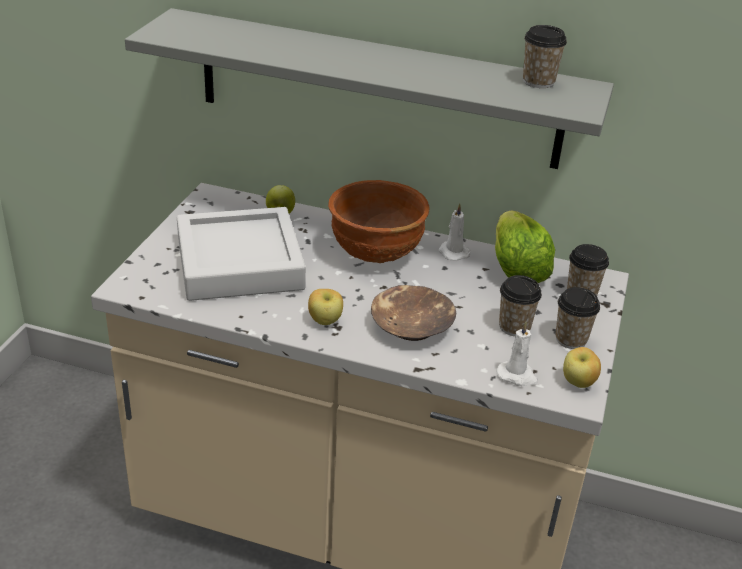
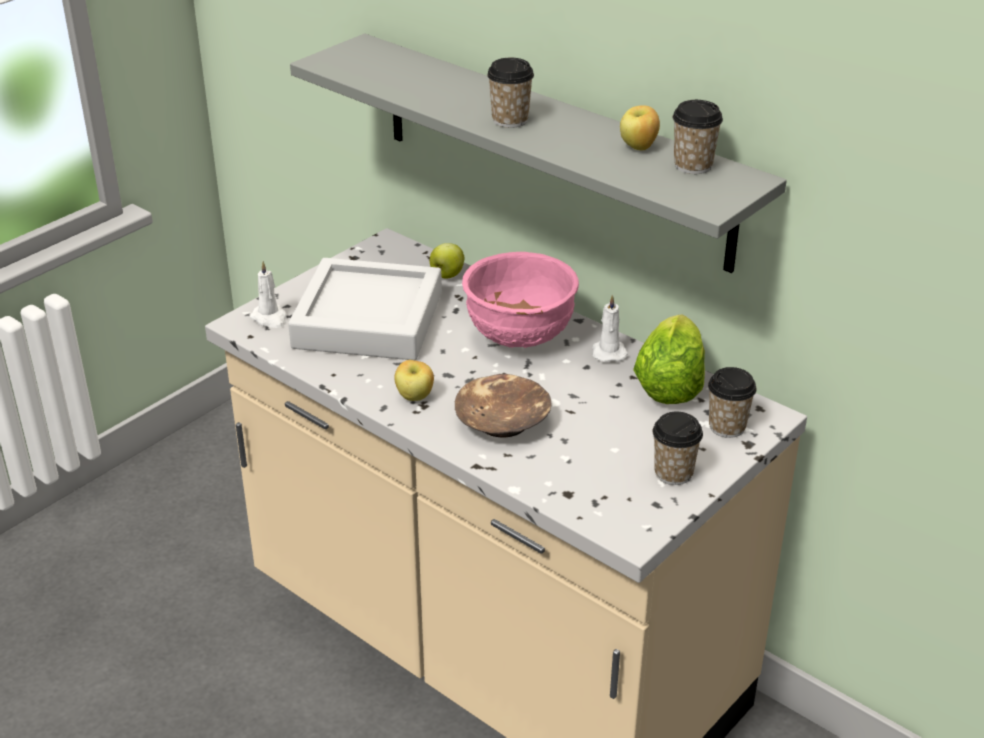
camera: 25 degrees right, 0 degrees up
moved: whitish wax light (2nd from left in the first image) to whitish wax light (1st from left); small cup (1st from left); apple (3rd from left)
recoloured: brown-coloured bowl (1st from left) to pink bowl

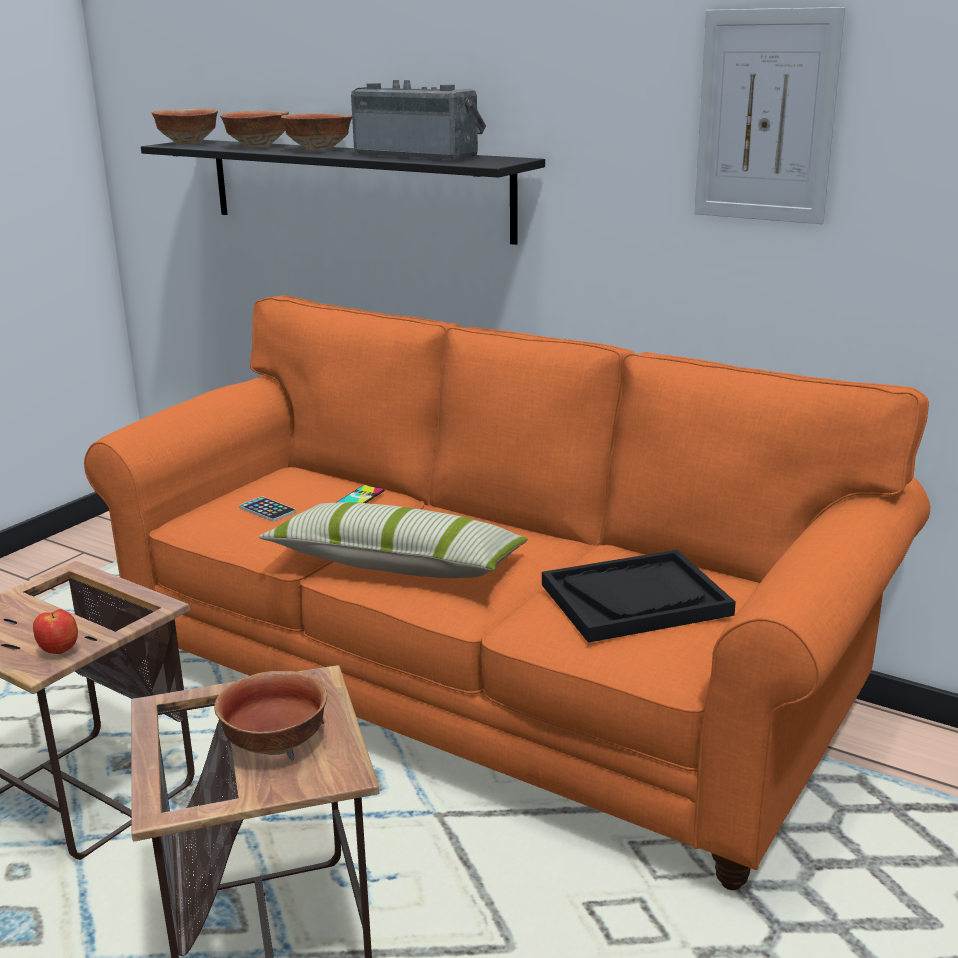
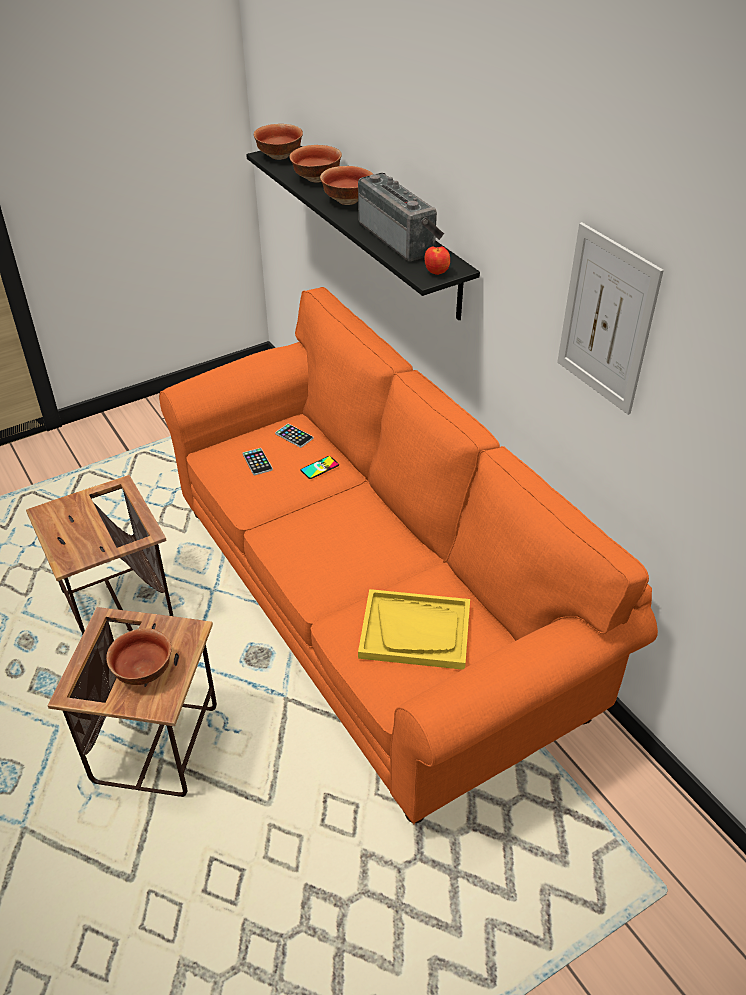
camera: 25 degrees right, 20 degrees up
removed: pillow
added: phone (2nd from left)
moved: apple
recoloured: black-coloured tray to yellow tray

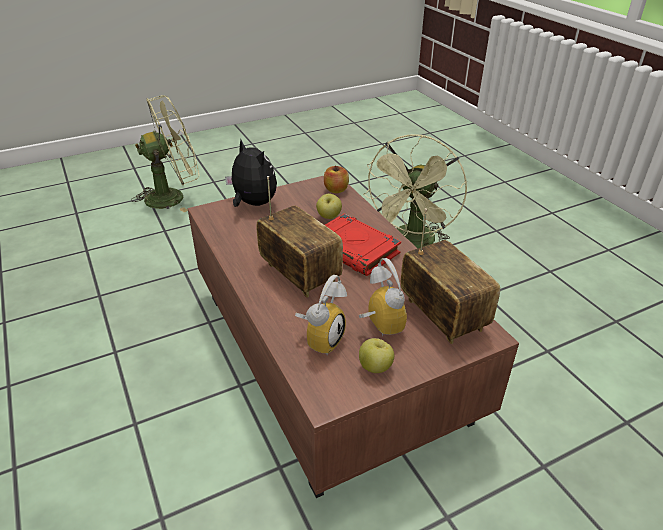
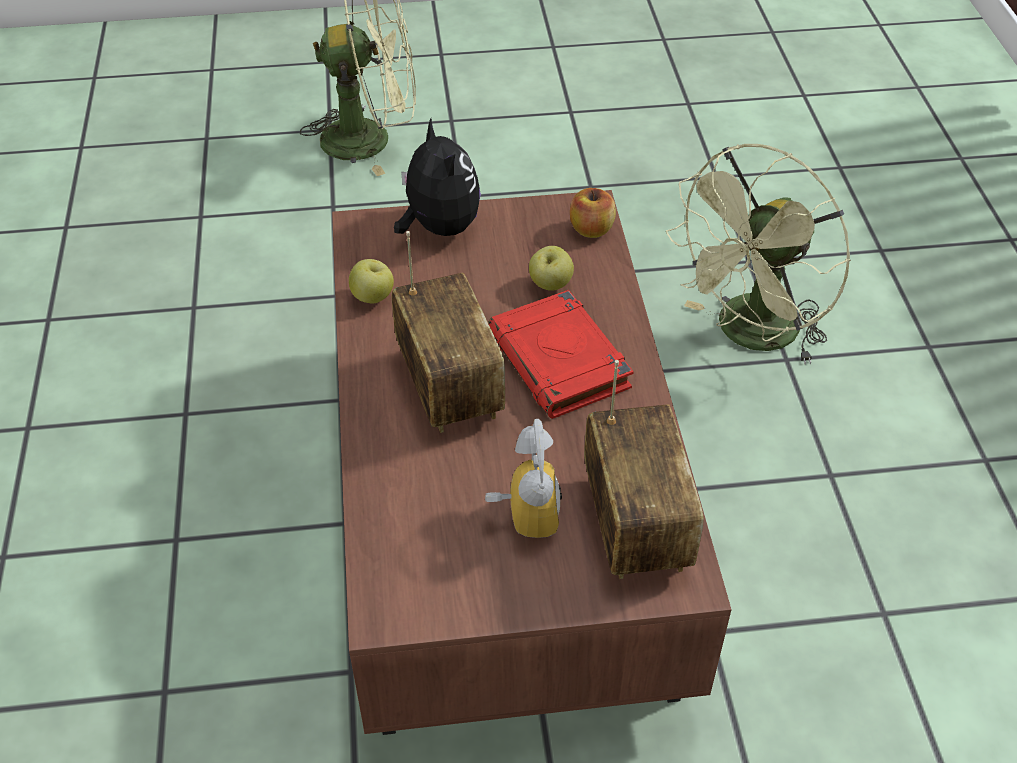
camera: 20 degrees right, 10 degrees up
removed: alarm clock (1st from left)
moved: apple (3rd from left in the first image) to apple (1st from left)

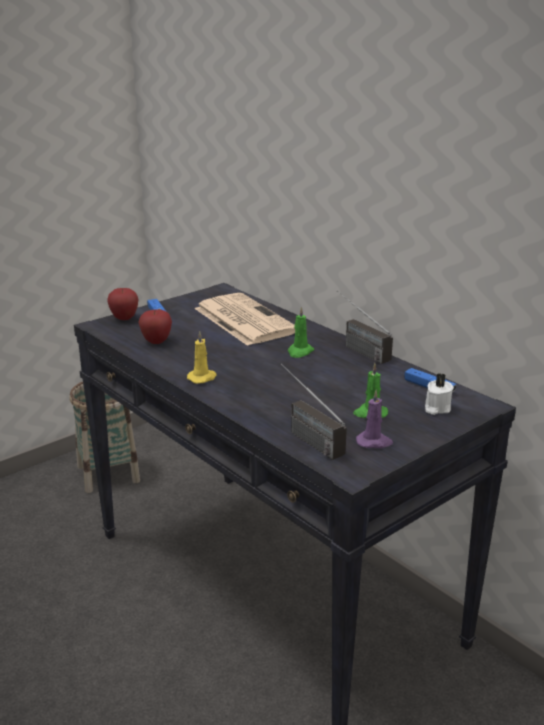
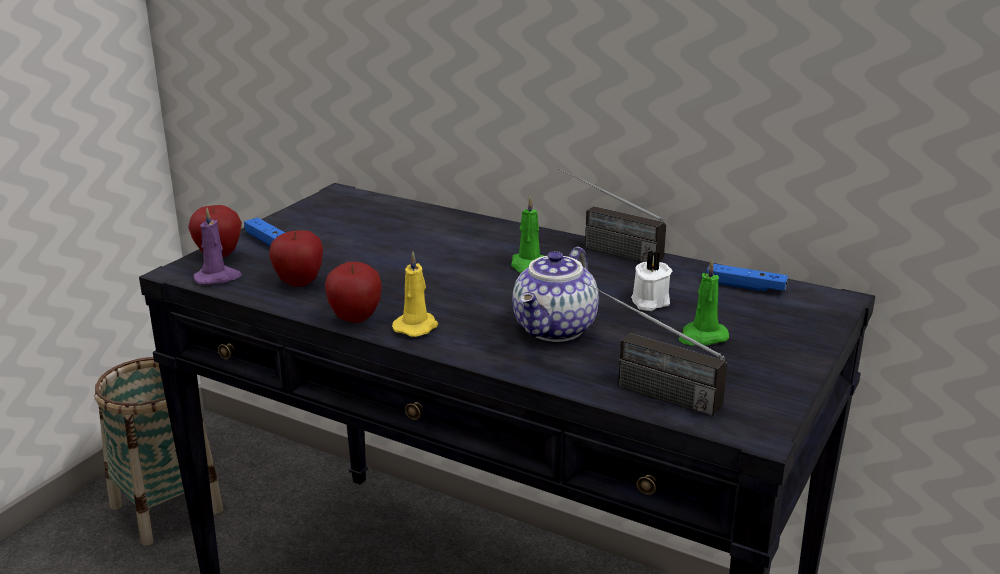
camera: 20 degrees left, 0 degrees up
removed: newspaper
added: apple (3rd from left); pot for tea
moved: purple wax light; whitish wax light

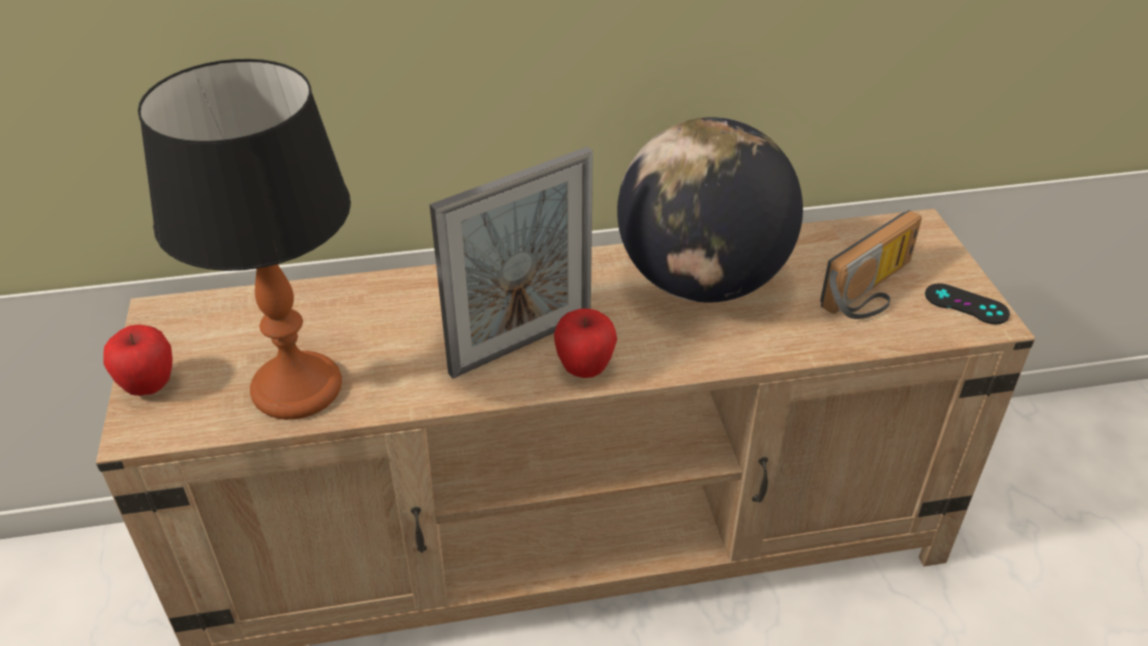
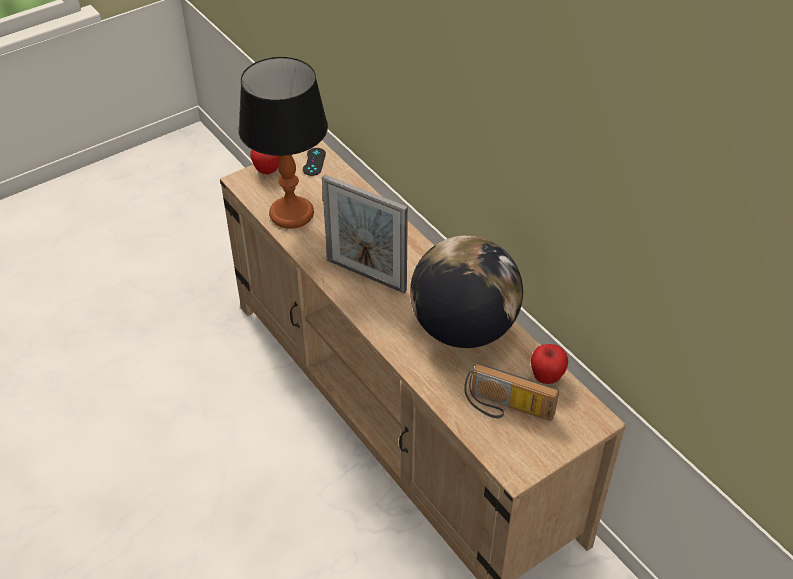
camera: 65 degrees right, 5 degrees up
moved: apple (2nd from left); black-coloured gamepad

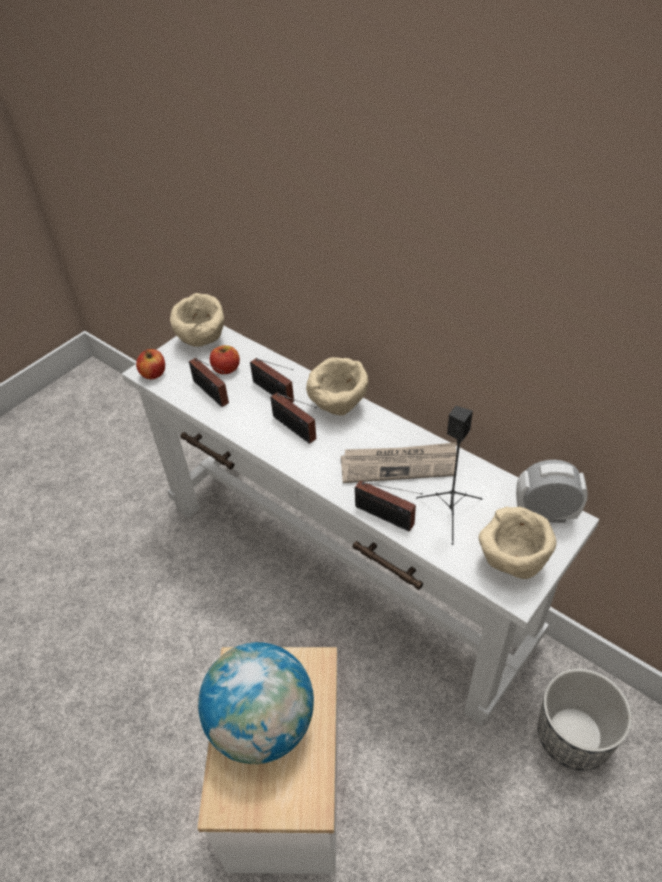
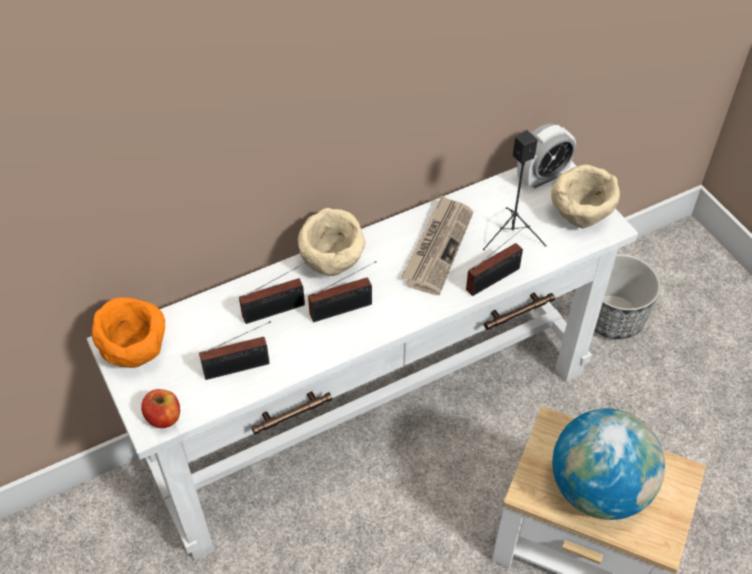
camera: 70 degrees left, 5 degrees up
removed: apple (2nd from left)
recoloured: beige-coloured bowl (1st from left) to orange-coloured bowl
turned: alarm clock 150 degrees counterclockwise

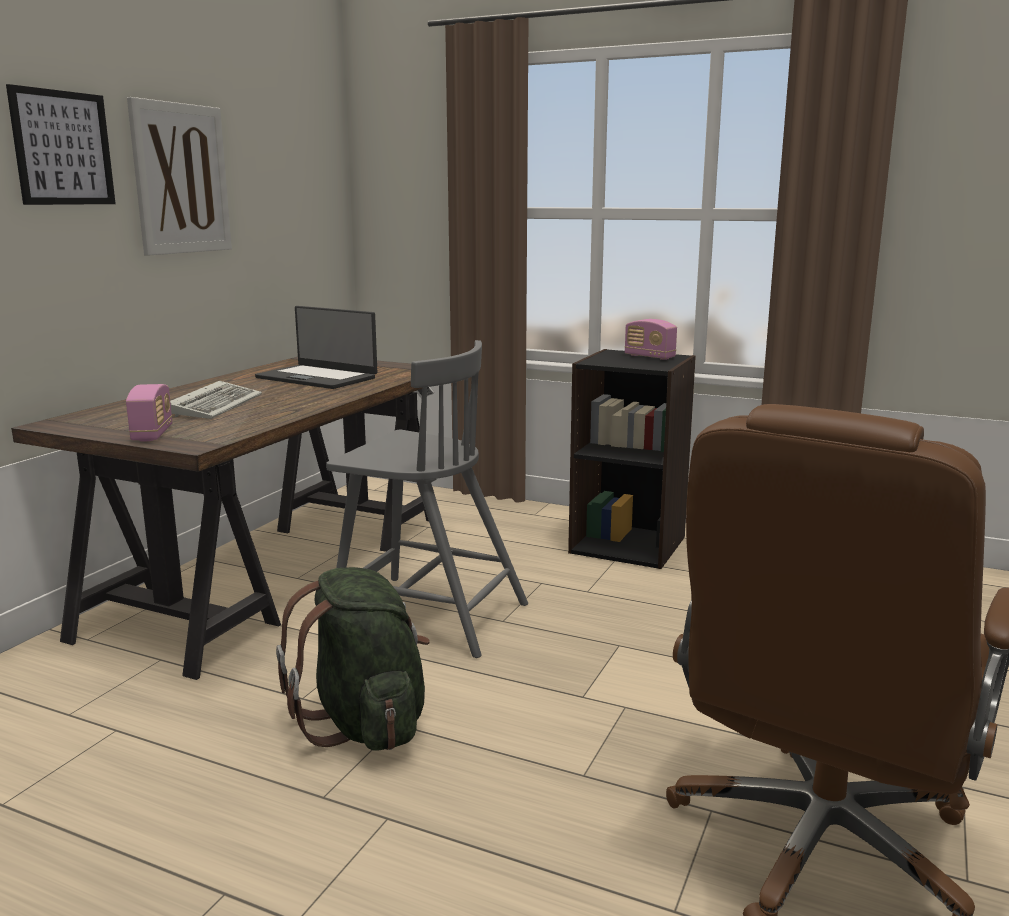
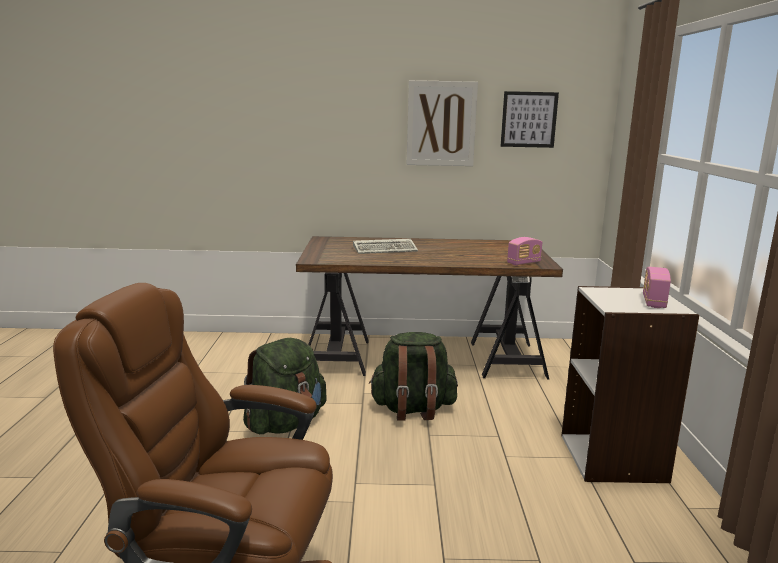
camera: 65 degrees right, 0 degrees up
removed: notebook computer
moved: wall picture (1st from left in the first image) to wall picture (2nd from left); radio receiver (1st from left)
replaced: grey plain chair to green-coloured backpack (2nd from left)
recoloured: black-coloured shelving unit to whitish shelving unit

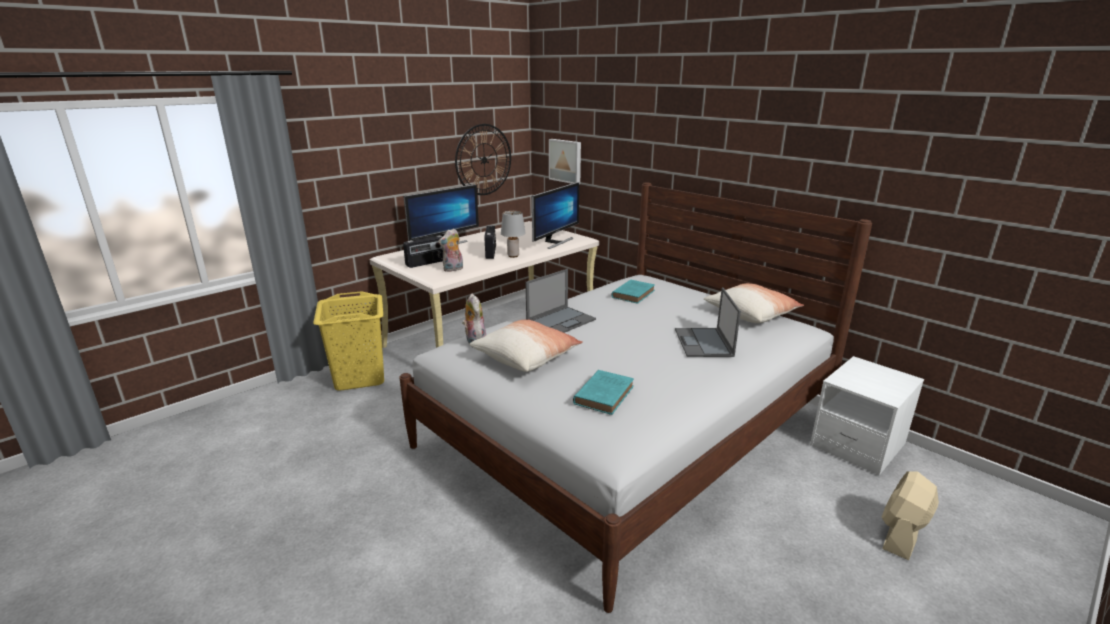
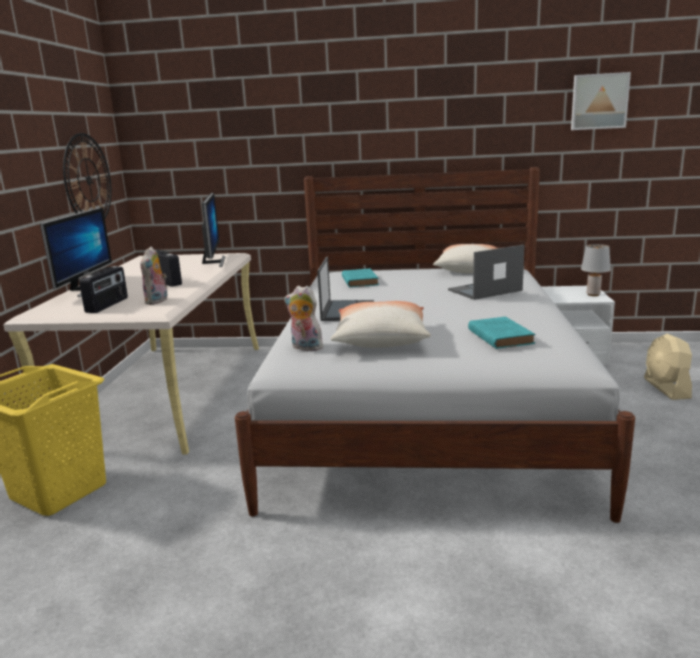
camera: 40 degrees left, 5 degrees down
moved: grey lamp for a table; wall picture
turned: notebook computer (2nd from left) 105 degrees clockwise

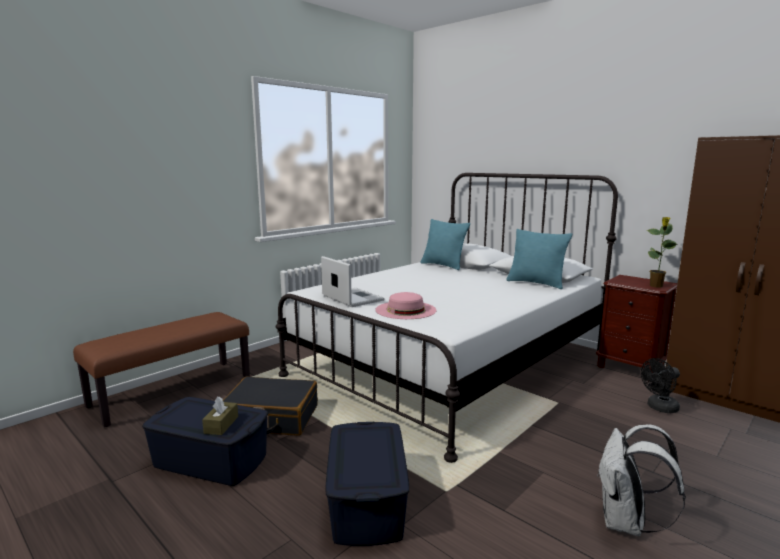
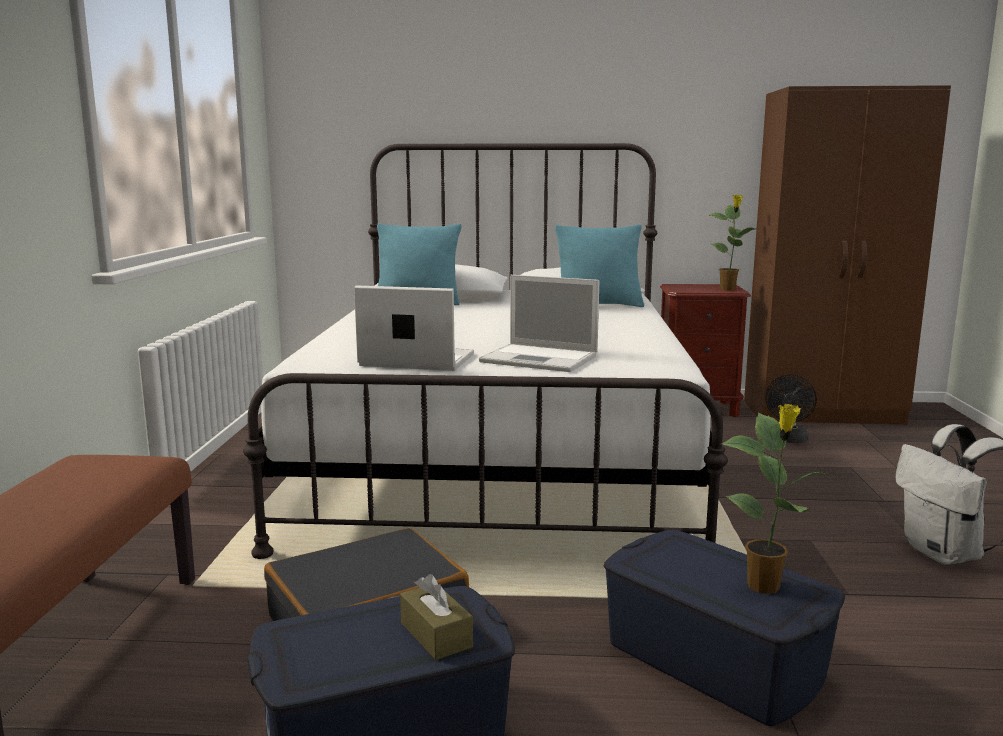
camera: 40 degrees left, 0 degrees up
added: potted plant (2nd from left)
replaced: pink clothing hat to notebook computer (2nd from left)

